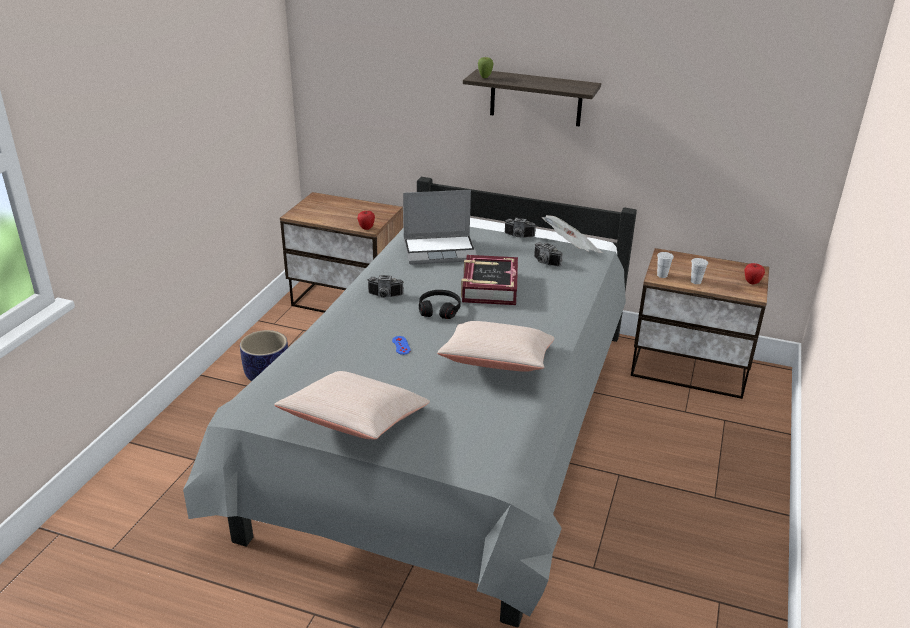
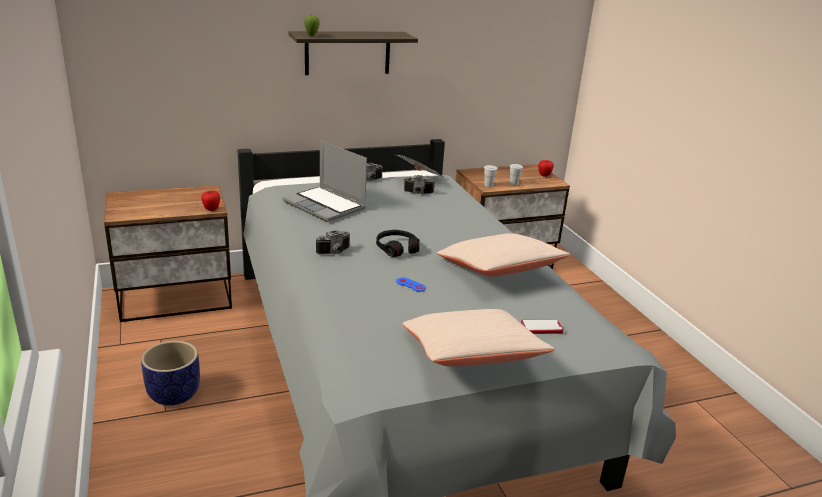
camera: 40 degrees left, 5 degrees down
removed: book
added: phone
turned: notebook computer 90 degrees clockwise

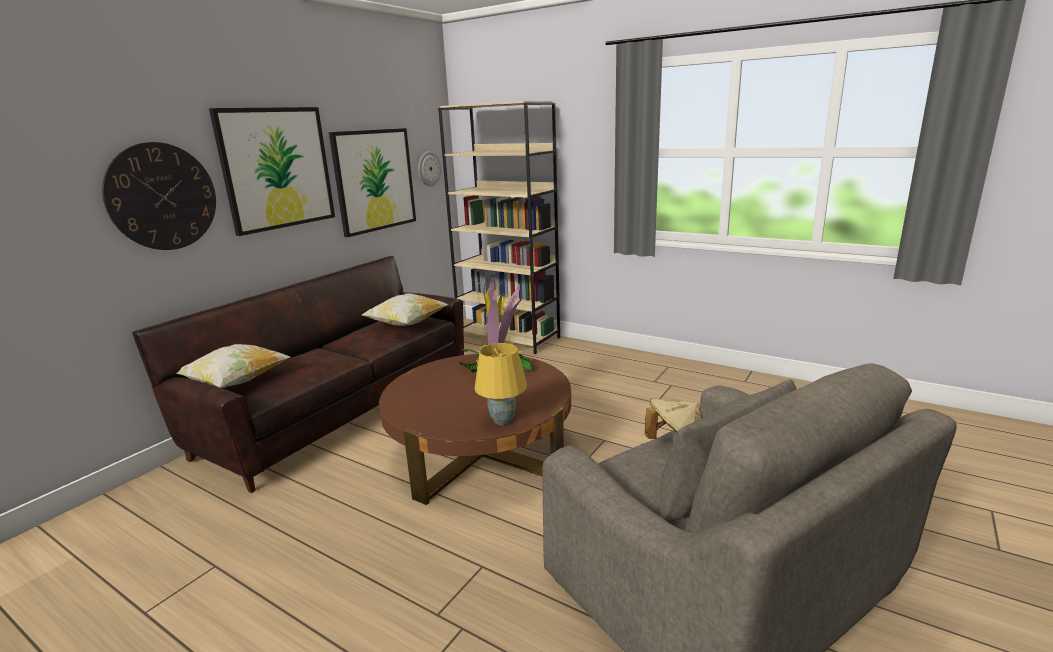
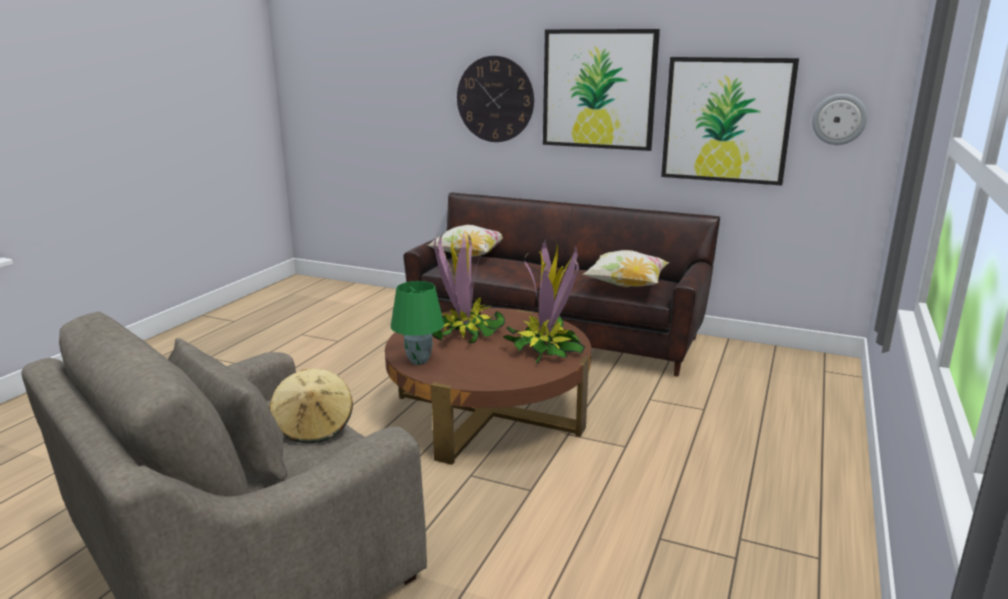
camera: 80 degrees right, 0 degrees up
removed: beige-coloured shelving unit
added: potted plant (1st from left)
recoloured: yellow lamp for a table to green-coloured lamp for a table

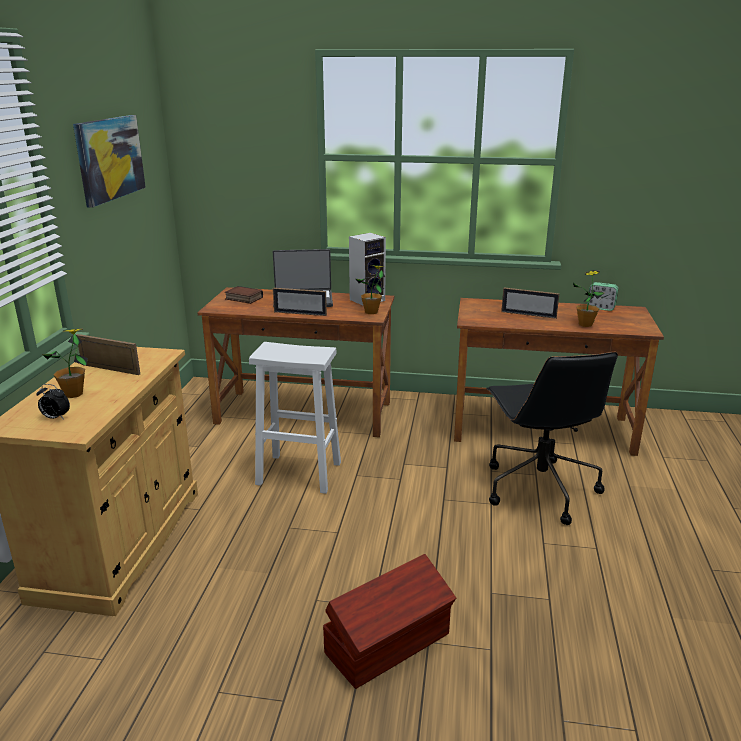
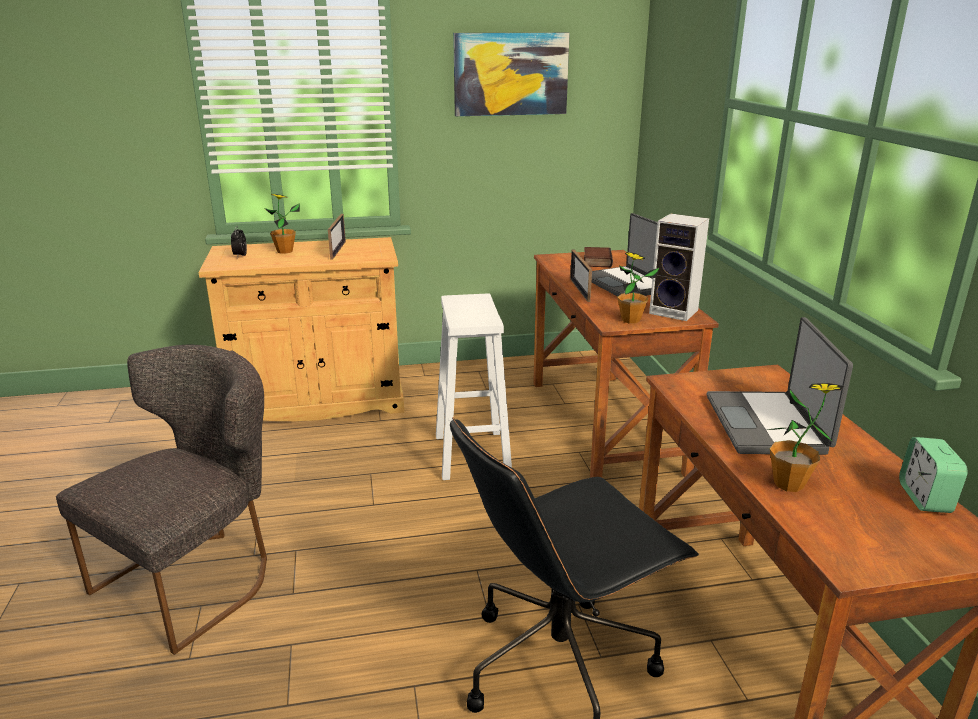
camera: 70 degrees right, 0 degrees up
replaced: brown-coloured storage bin to grey plain chair; picture frame (3rd from left) to notebook computer (2nd from left)

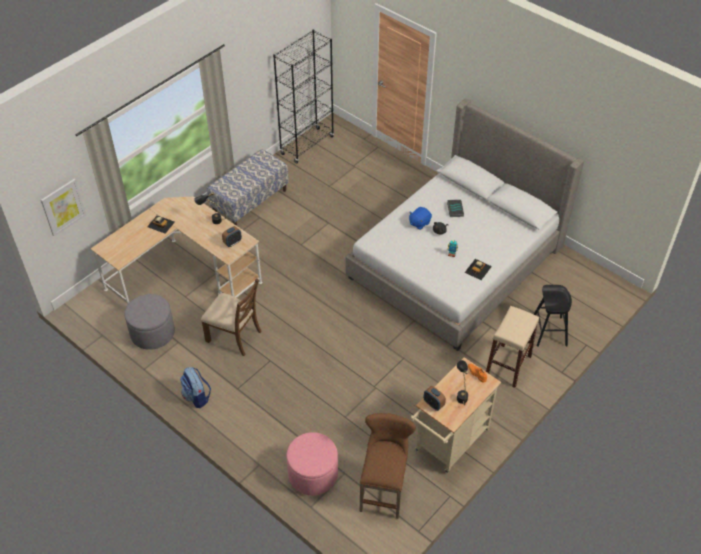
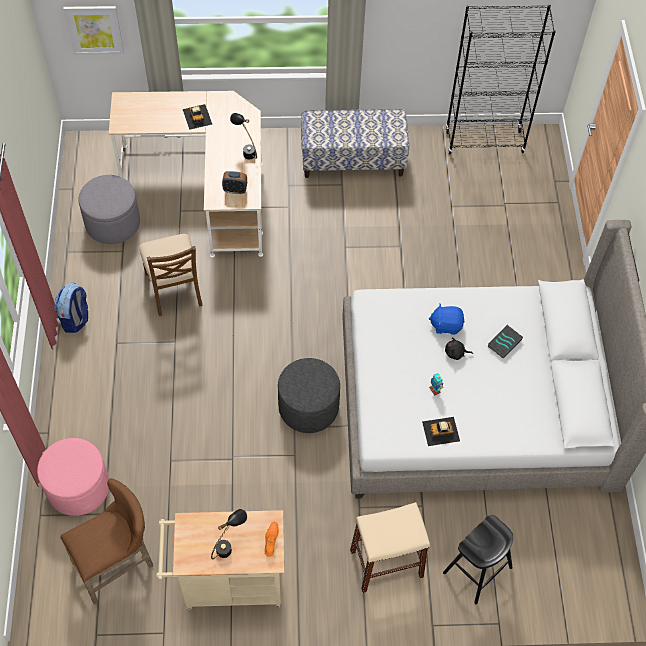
camera: 45 degrees right, 10 degrees up
removed: alarm clock (2nd from left)
added: grey ottoman (2nd from left)

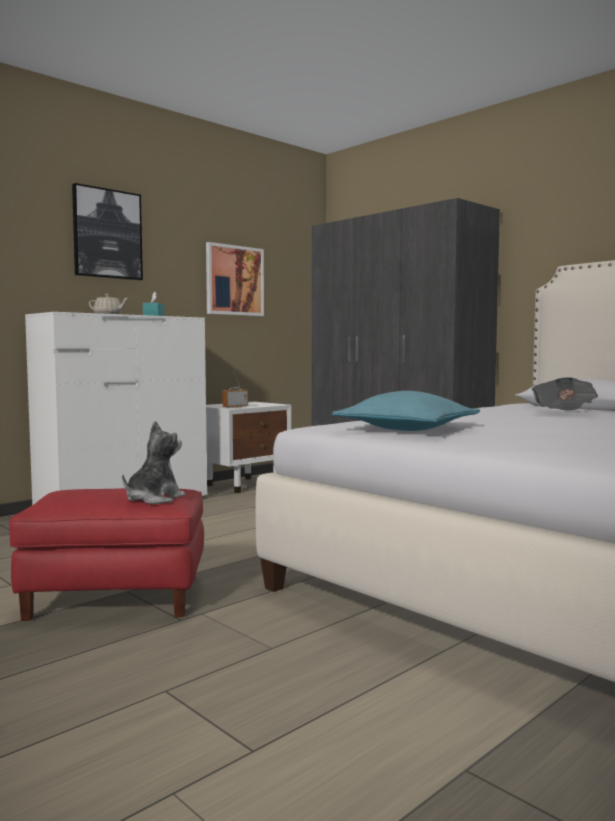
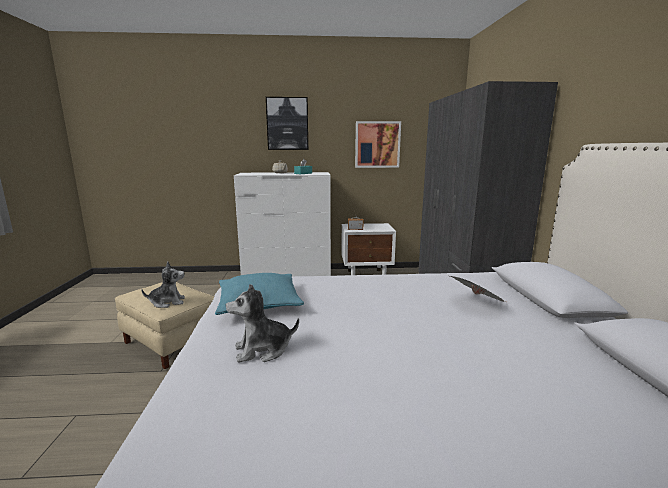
camera: 40 degrees right, 10 degrees up
added: cuddly toy (2nd from left)
recoloured: red ottoman to beige-coloured ottoman

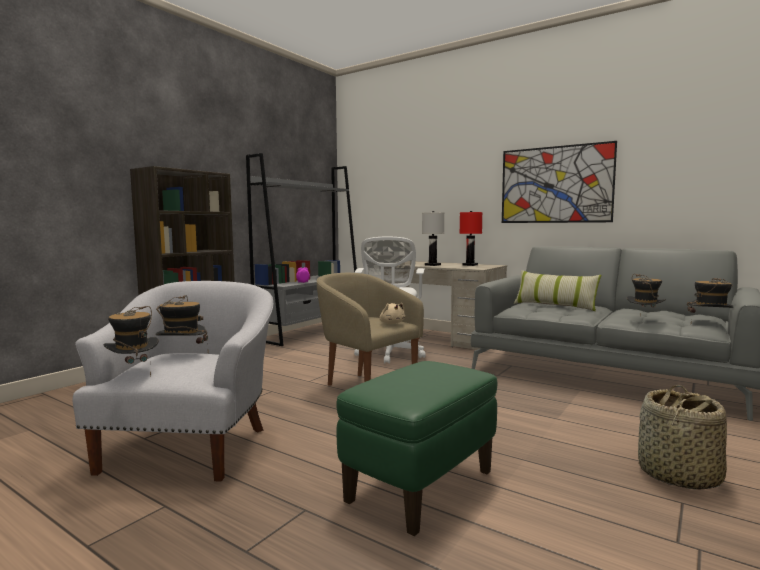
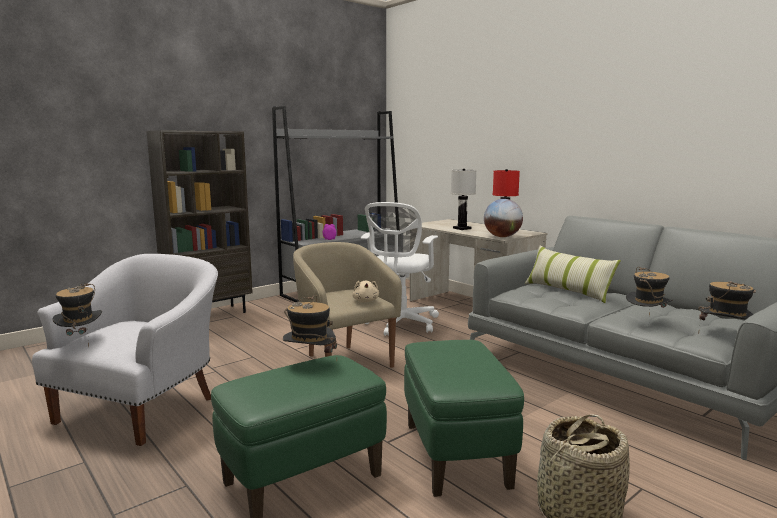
camera: 15 degrees right, 5 degrees up
removed: wall picture
added: green-coloured ottoman (2nd from left); world globe
moved: clothing hat (2nd from left)

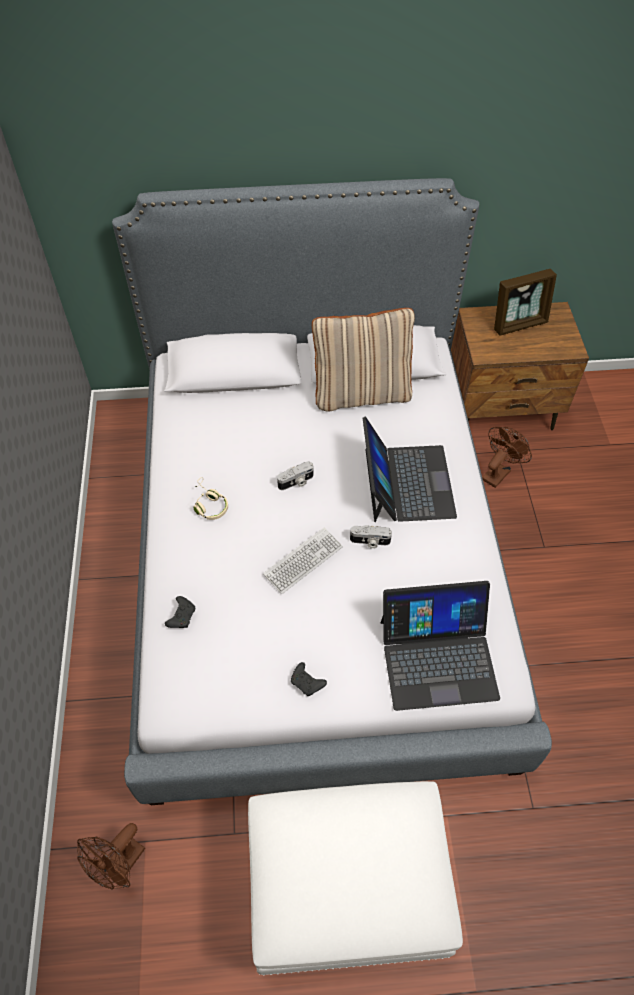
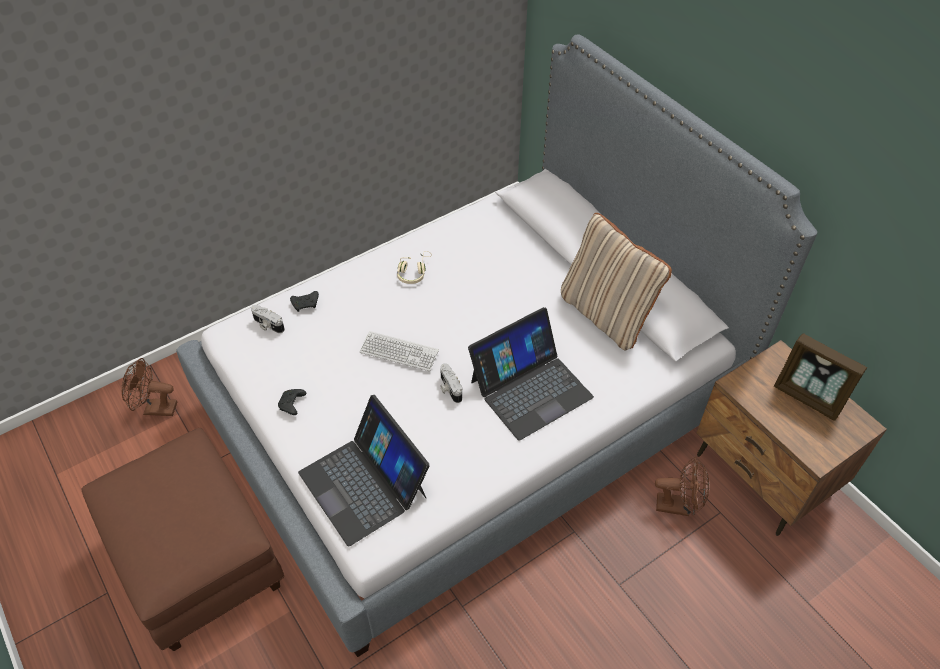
camera: 60 degrees right, 5 degrees down
moved: photo camera (1st from left)
recoloured: whitish ottoman to brown-coloured ottoman

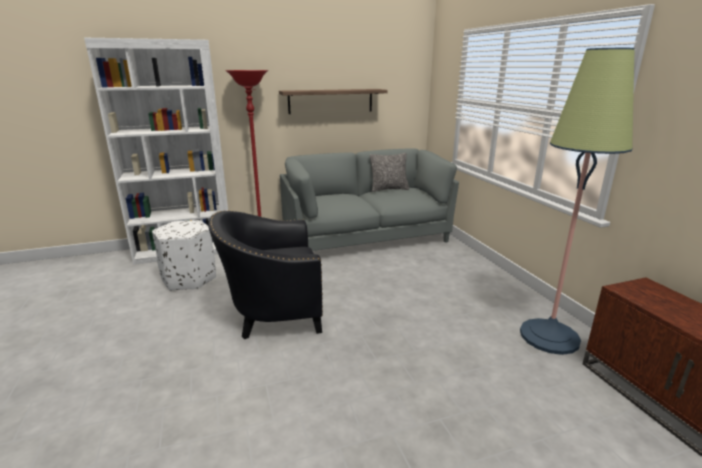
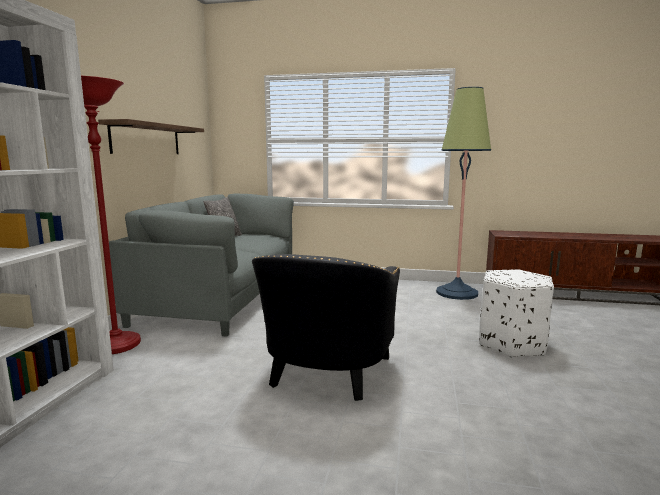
camera: 60 degrees left, 10 degrees down
moved: whitish ottoman

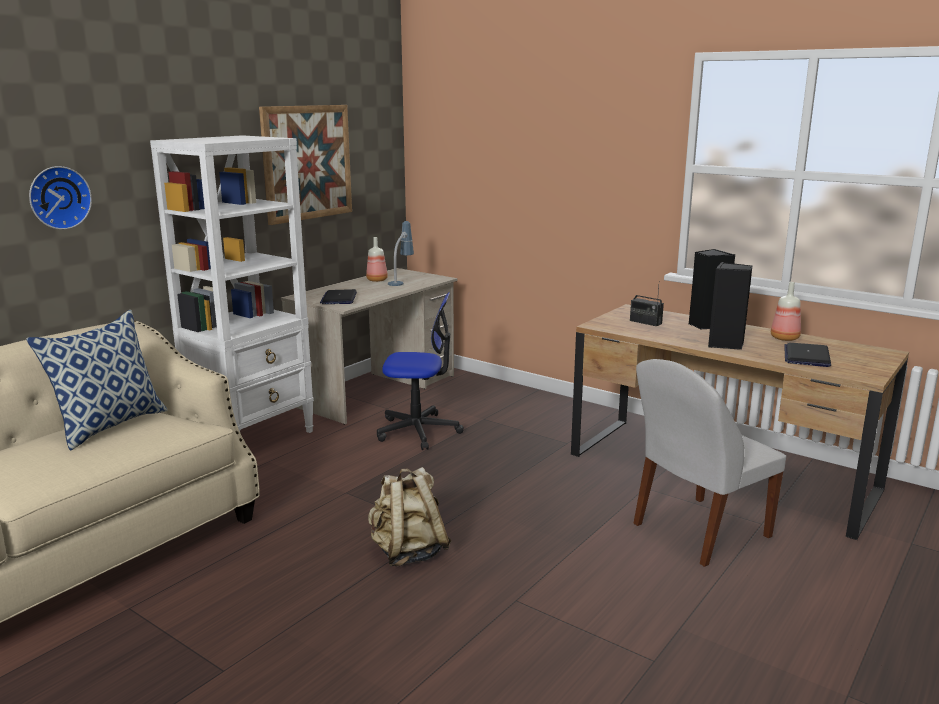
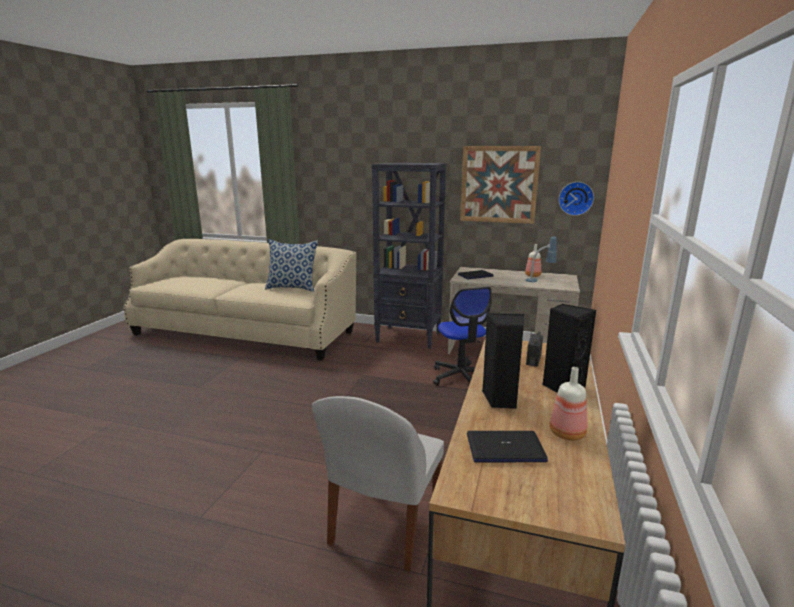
camera: 70 degrees right, 0 degrees up
removed: beige-coloured backpack
moved: hanging clock
recoloured: whitish shelving unit to black-coloured shelving unit
turned: whitish plain chair 105 degrees counterclockwise

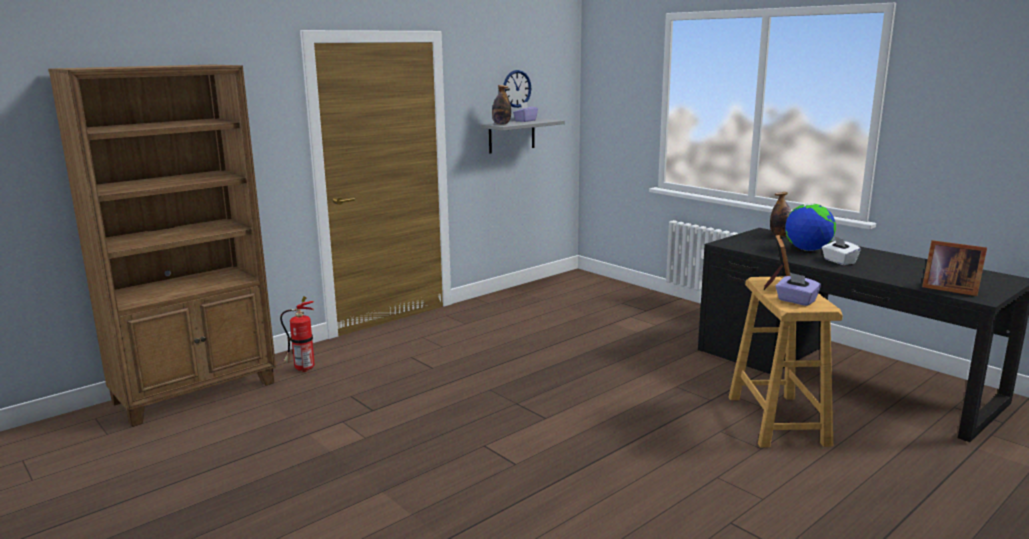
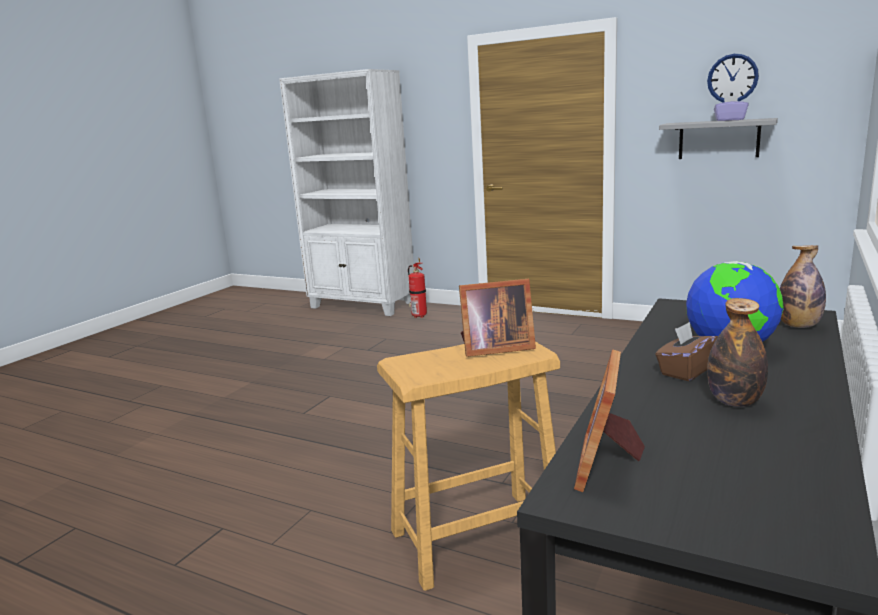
camera: 70 degrees right, 0 degrees up
removed: purple tissue box (2nd from left)
moved: drink bottle (1st from left)
recoloured: brown-coloured shelving unit to whitish shelving unit; whitish tissue box to brown-coloured tissue box

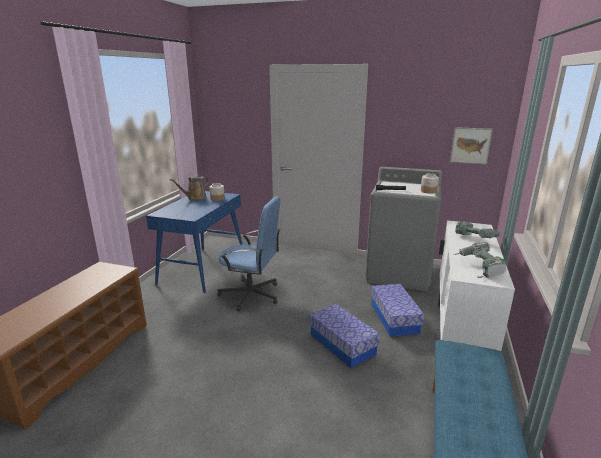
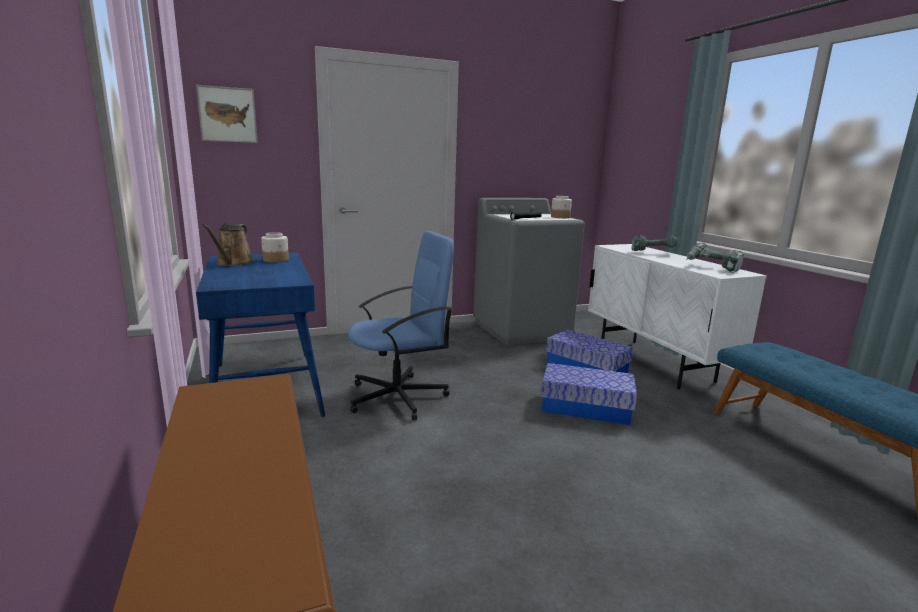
camera: 40 degrees left, 5 degrees down
moved: wall picture

